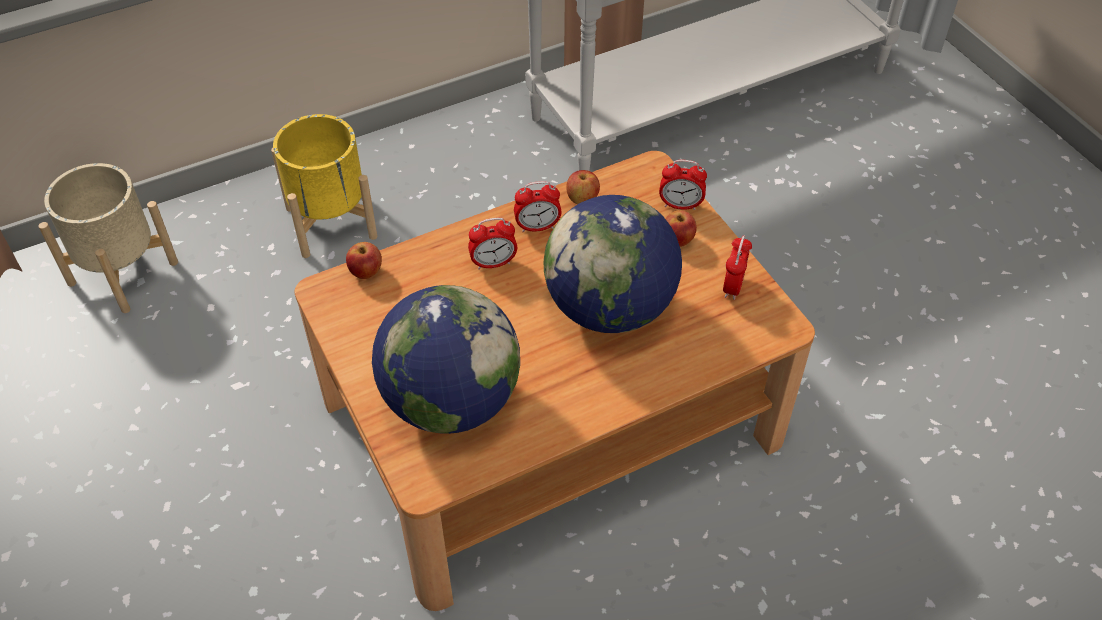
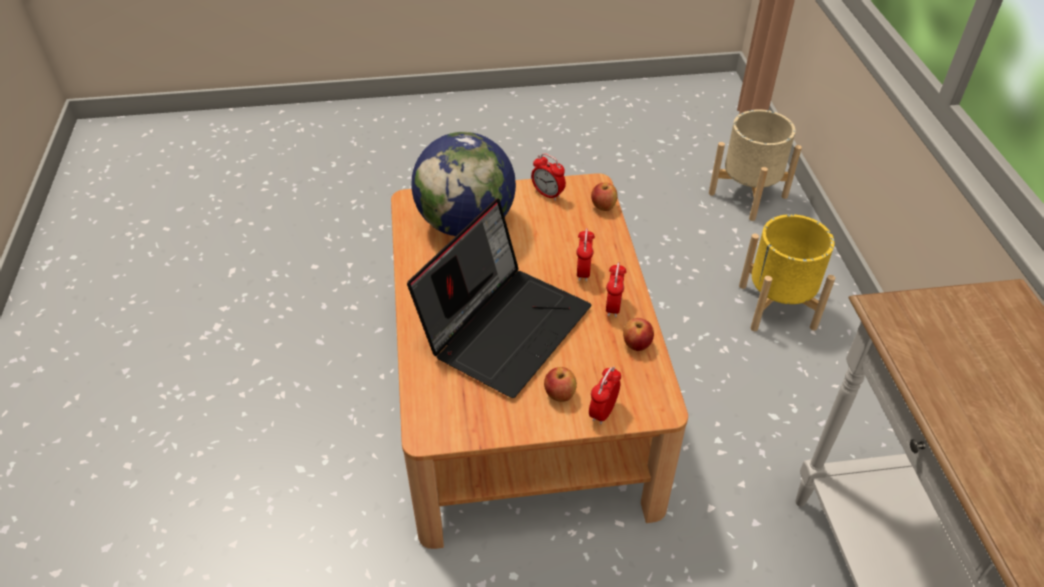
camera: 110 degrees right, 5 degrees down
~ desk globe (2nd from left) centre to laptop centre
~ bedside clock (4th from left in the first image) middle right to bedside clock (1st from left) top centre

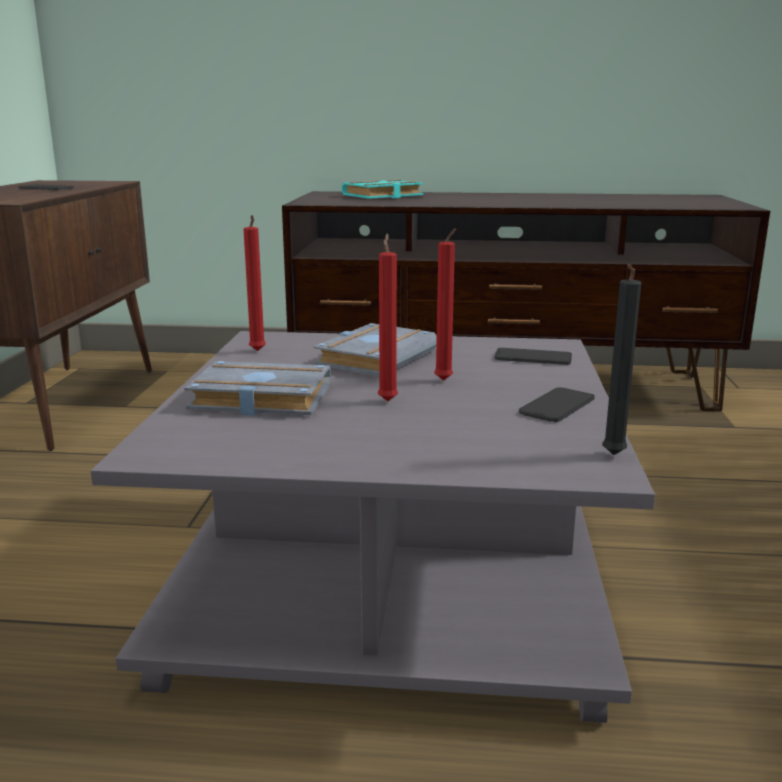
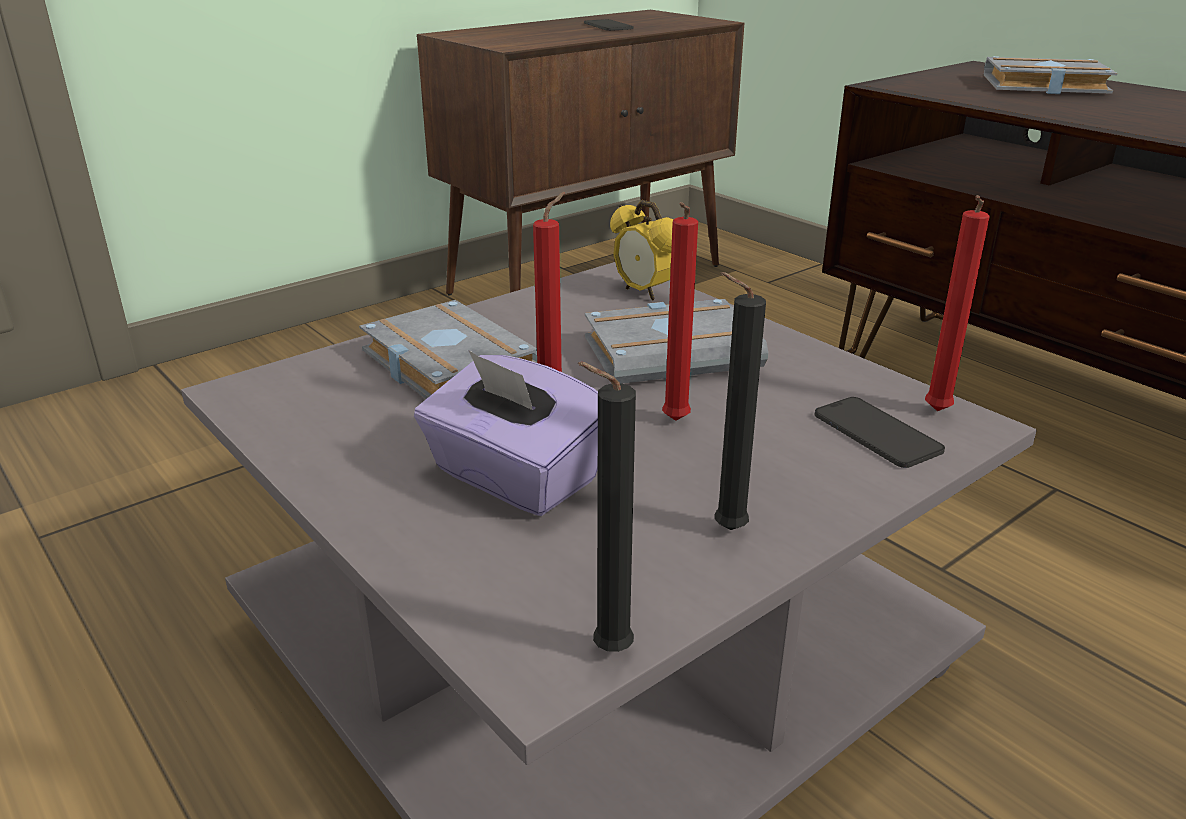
camera: 45 degrees right, 10 degrees up
+ tissue box (purple) centre
+ bedside clock top centre
~ telephone (3rd from left) middle right to wax light (black-coloured) (2nd from left) centre
~ wax light (red) (1st from left in the first image) middle left to wax light (red) (3rd from left) middle right
~ volume (blue-green) top centre to volume (gray) (3rd from left) top right

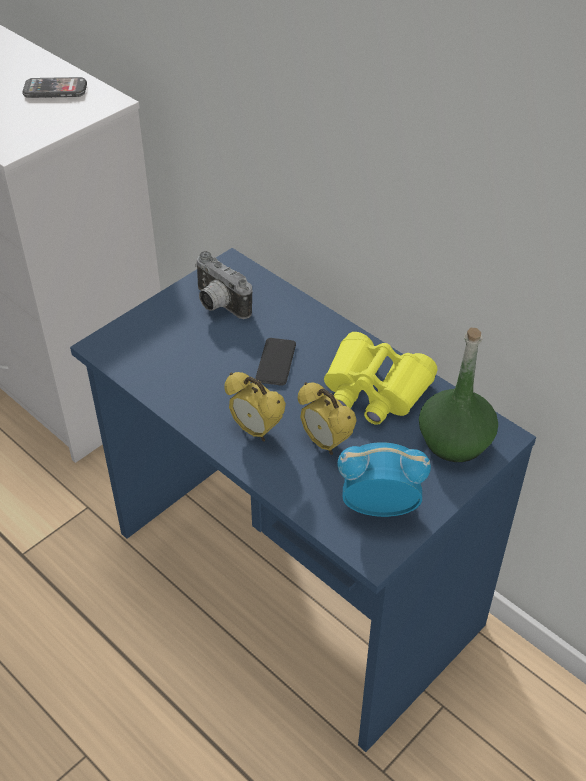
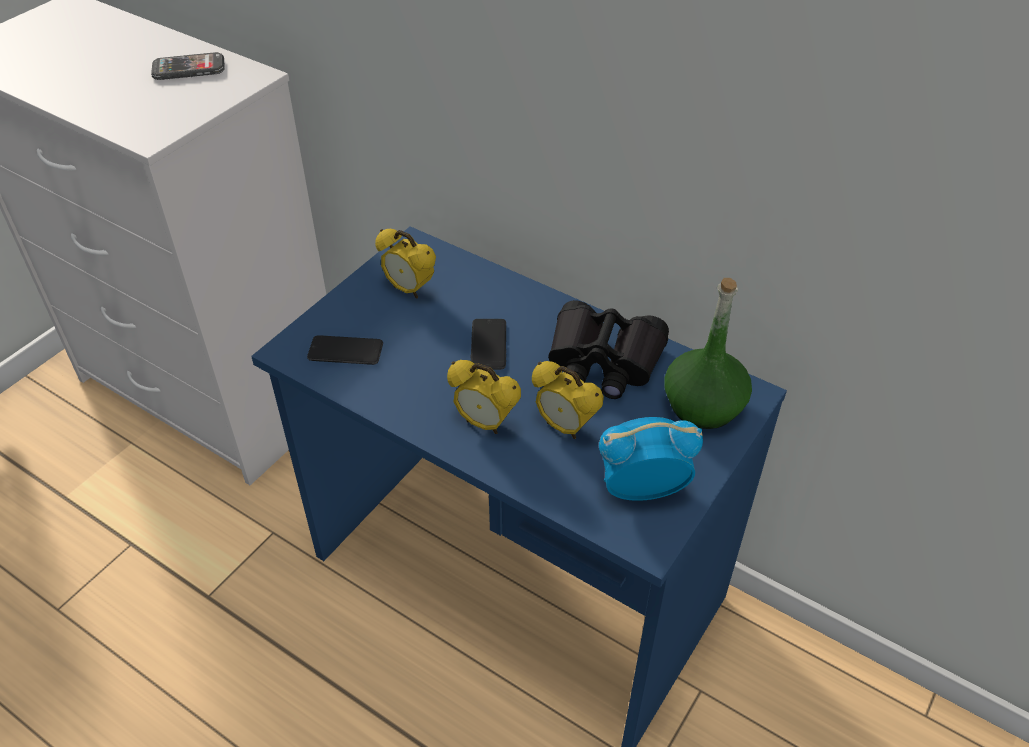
camera: 10 degrees left, 0 degrees up
+ telephone (2nd from left) centre
~ photo camera centre to bedside clock (1st from left) centre
~ field glasses (yellow-coloured) centre to field glasses (black-coloured) centre

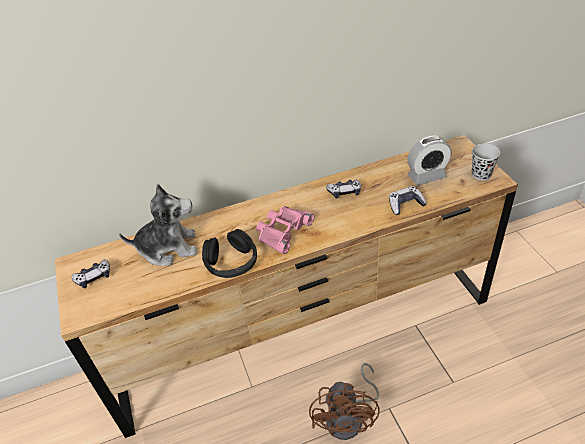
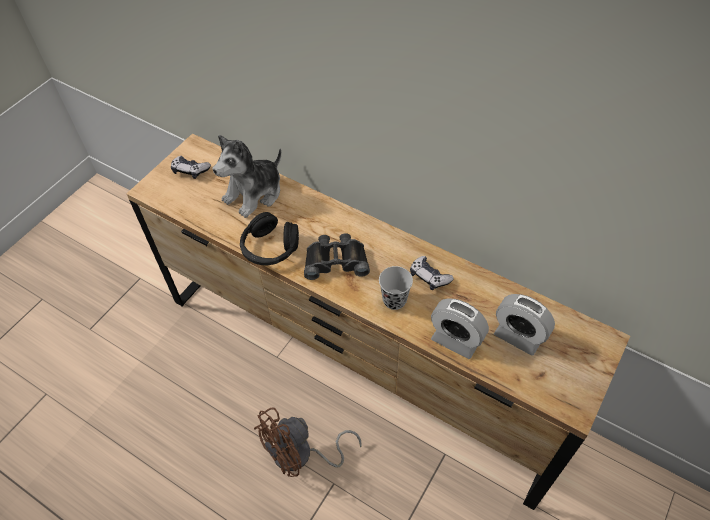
camera: 50 degrees right, 10 degrees up
~ soft toy middle left = centre 90 degrees clockwise
~ field glasses (pink) centre to field glasses (black-coloured) centre
~ cup (black-coloured) middle right to centre
~ joypad (3rd from left) middle right to bedside clock (1st from left) centre

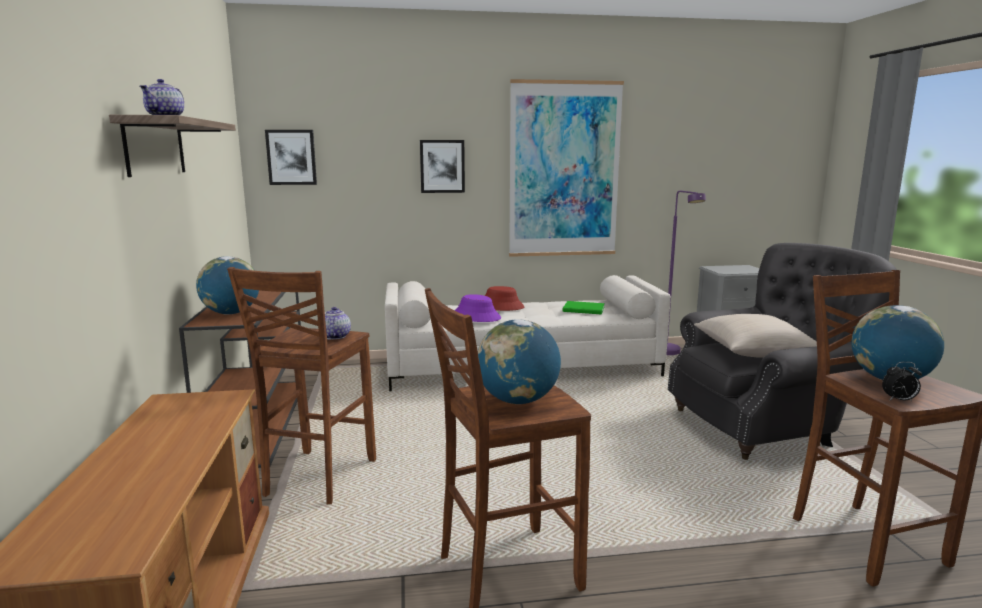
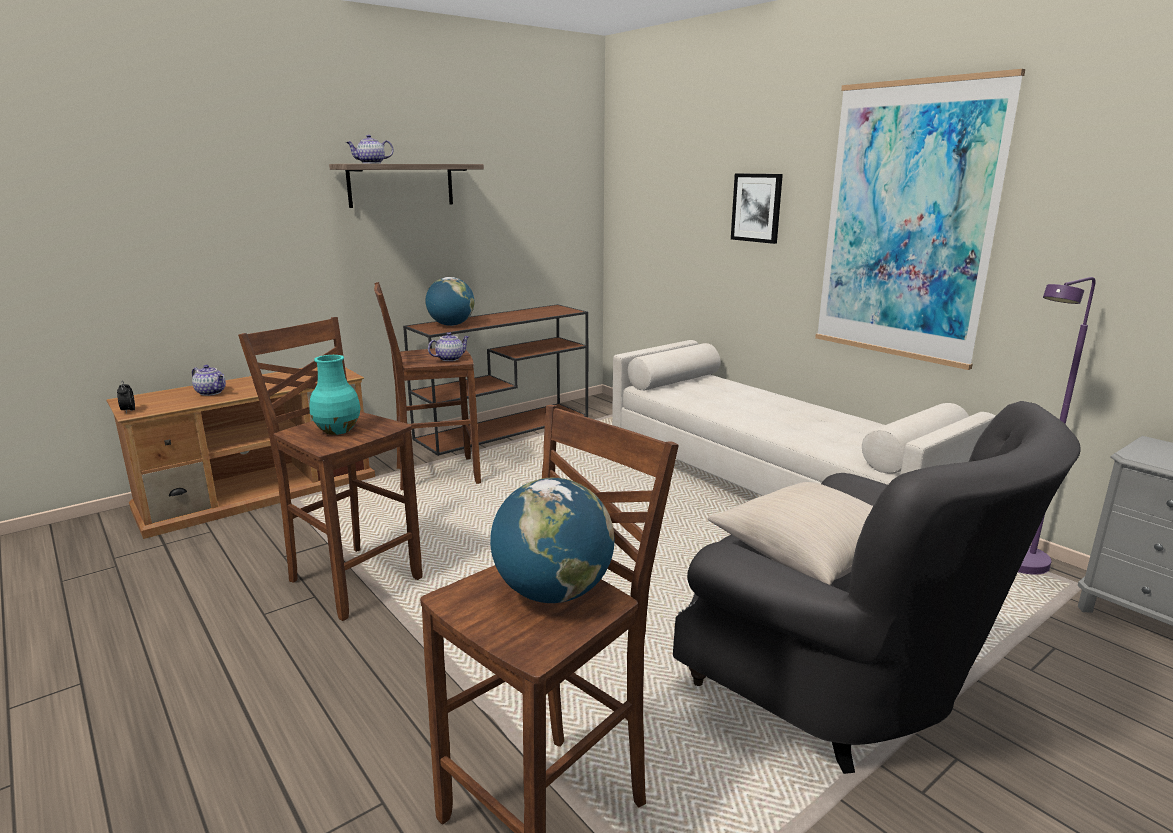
camera: 60 degrees right, 5 degrees up
~ bedside clock middle right to middle left
+ pot for tea (1st from left) middle left
~ desk globe (2nd from left) centre to vase (blue-green) middle left
- picture (1st from left) top left
- wearable hat (purple) centre
- wearable hat (red) centre
- volume (green-coloured) centre

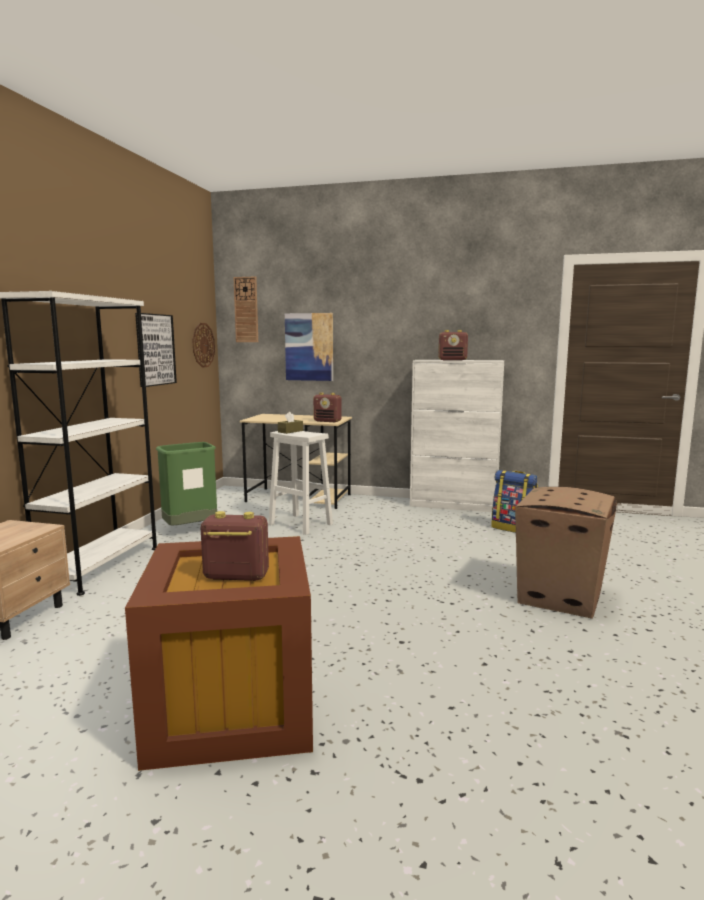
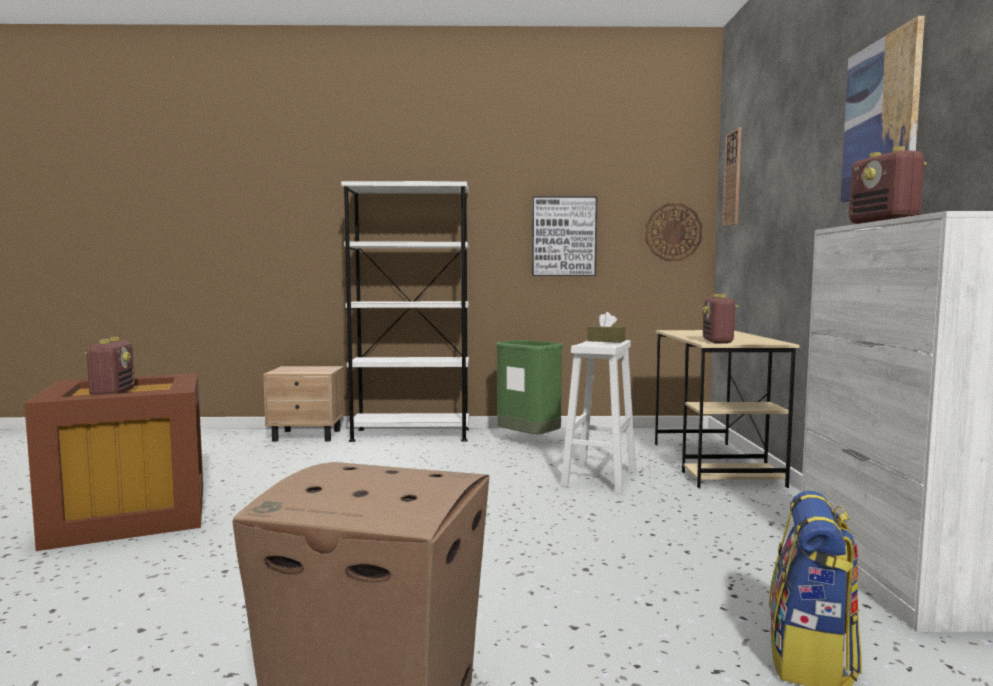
camera: 75 degrees right, 5 degrees down
~ picture (2nd from left) centre to top right

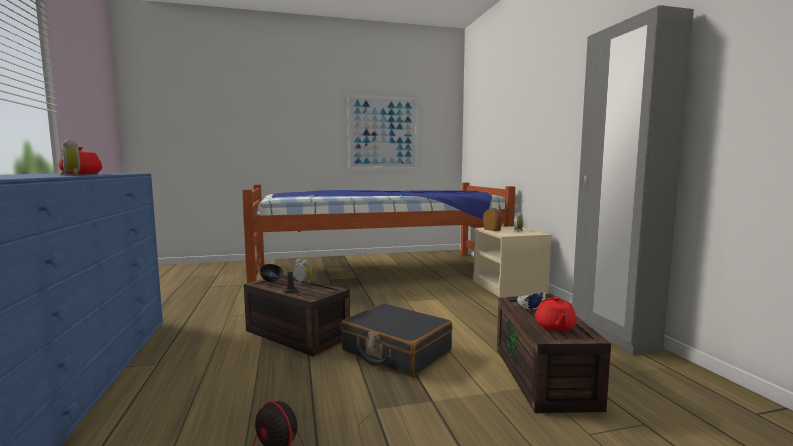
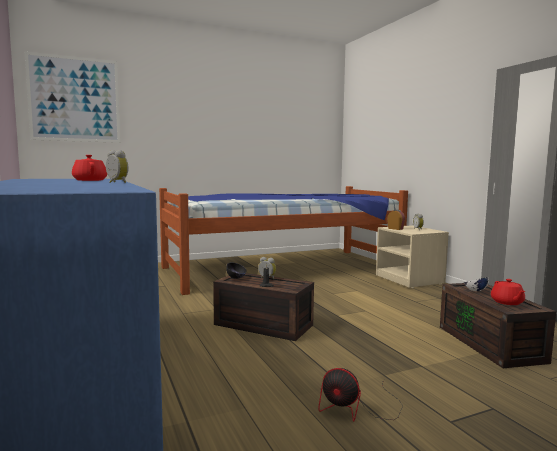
camera: 10 degrees left, 0 degrees up
~ picture top centre to top left
- suitcase (black-coloured) bottom centre

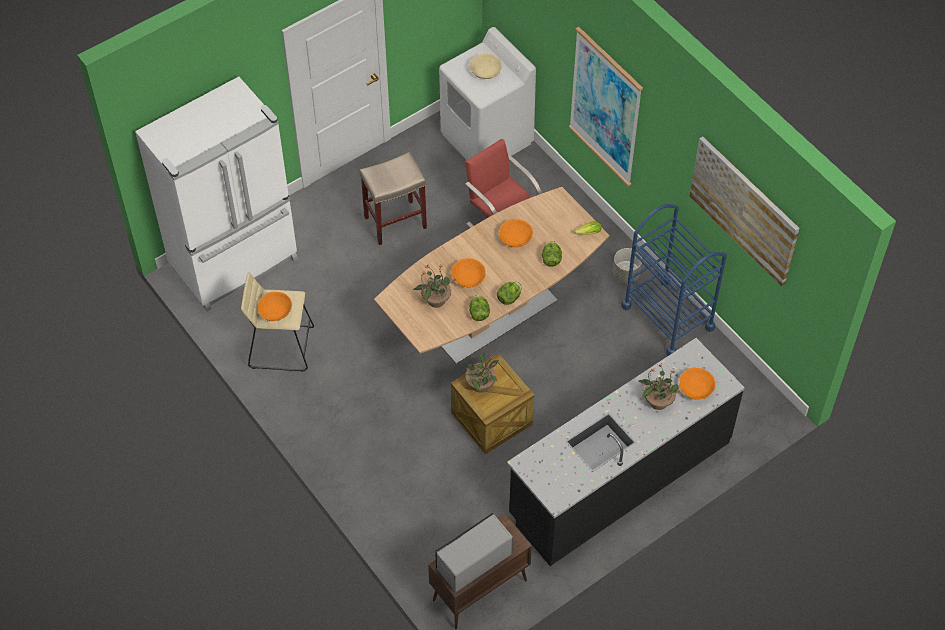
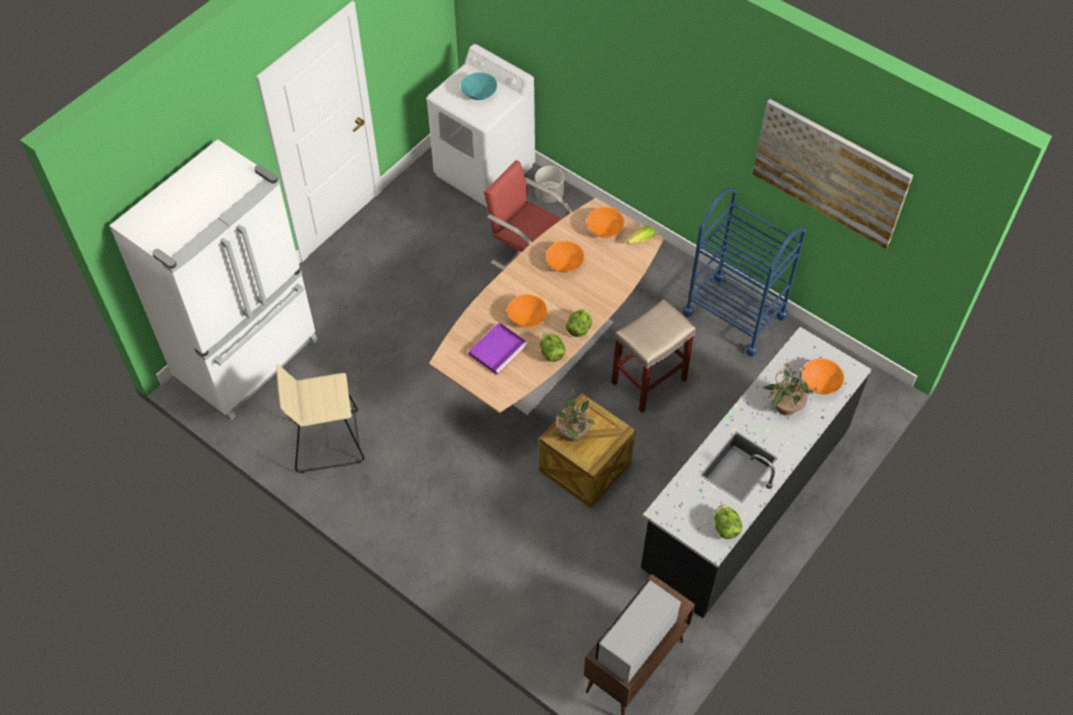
camera: 15 degrees left, 0 degrees up
~ serving bowl (sand-coloured) top centre to serving bowl (blue-green) top centre
~ houseplant (1st from left) centre to serving tray (purple) centre
~ plant pot (gray) centre to top centre
~ serving bowl (orange) (1st from left in the first image) middle left to serving bowl (orange) (3rd from left) top centre
~ stool seat (sand-coloured) (2nd from left) top centre to centre
~ lettuce (3rd from left in the first image) centre to lettuce (4th from left) bottom right
- picture (1st from left) top centre

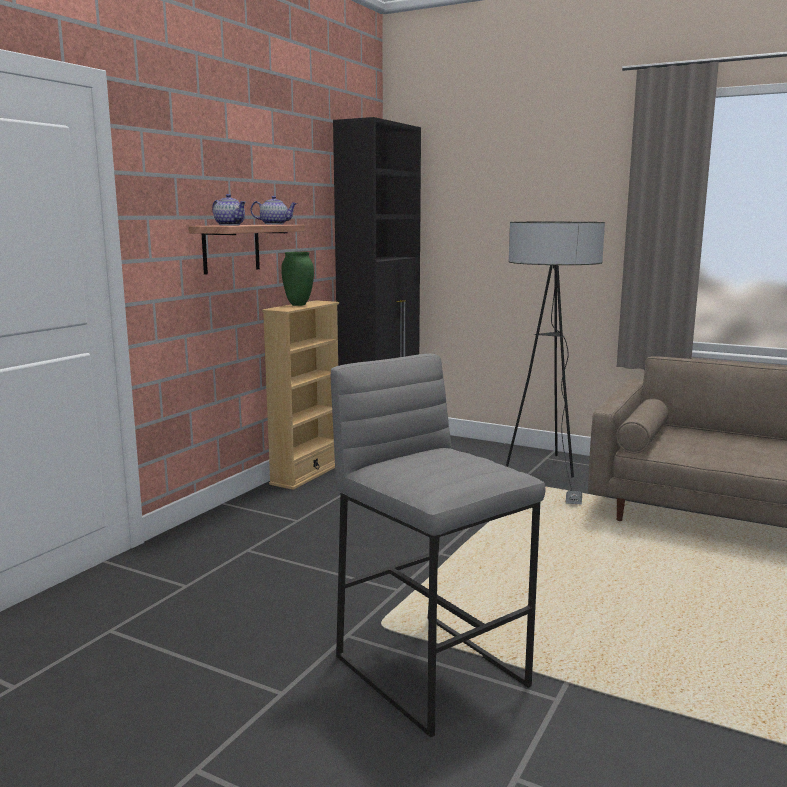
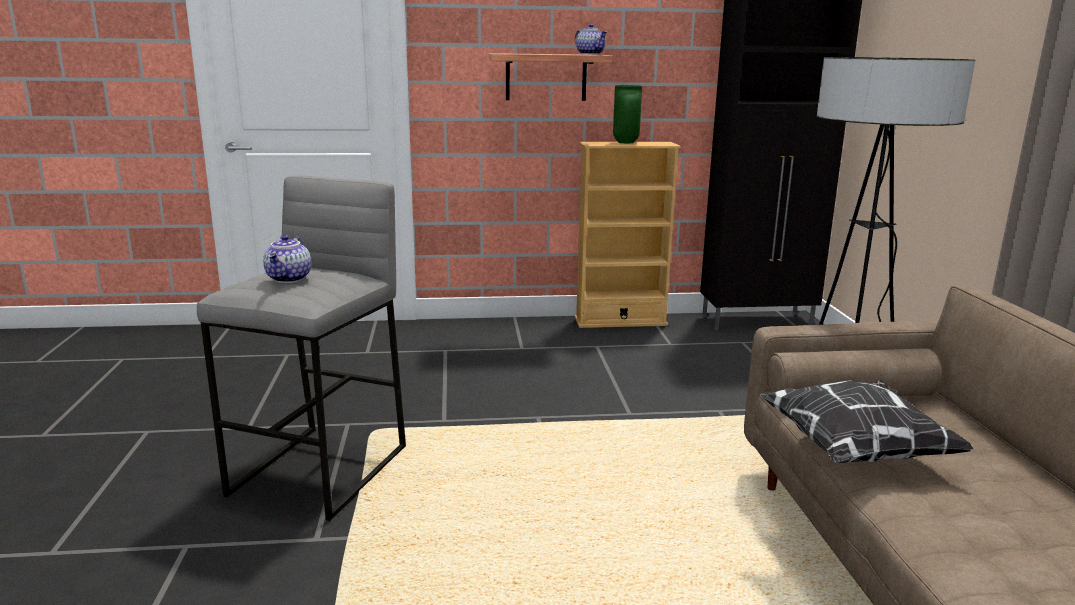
camera: 55 degrees right, 5 degrees up
~ pot for tea (1st from left) top left to middle left
+ pillow bottom right

